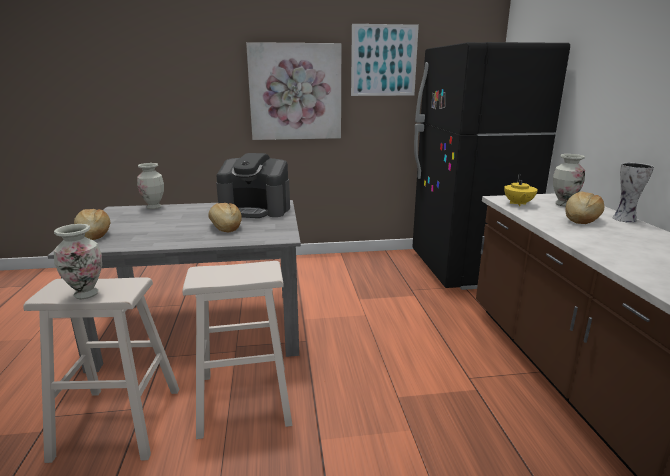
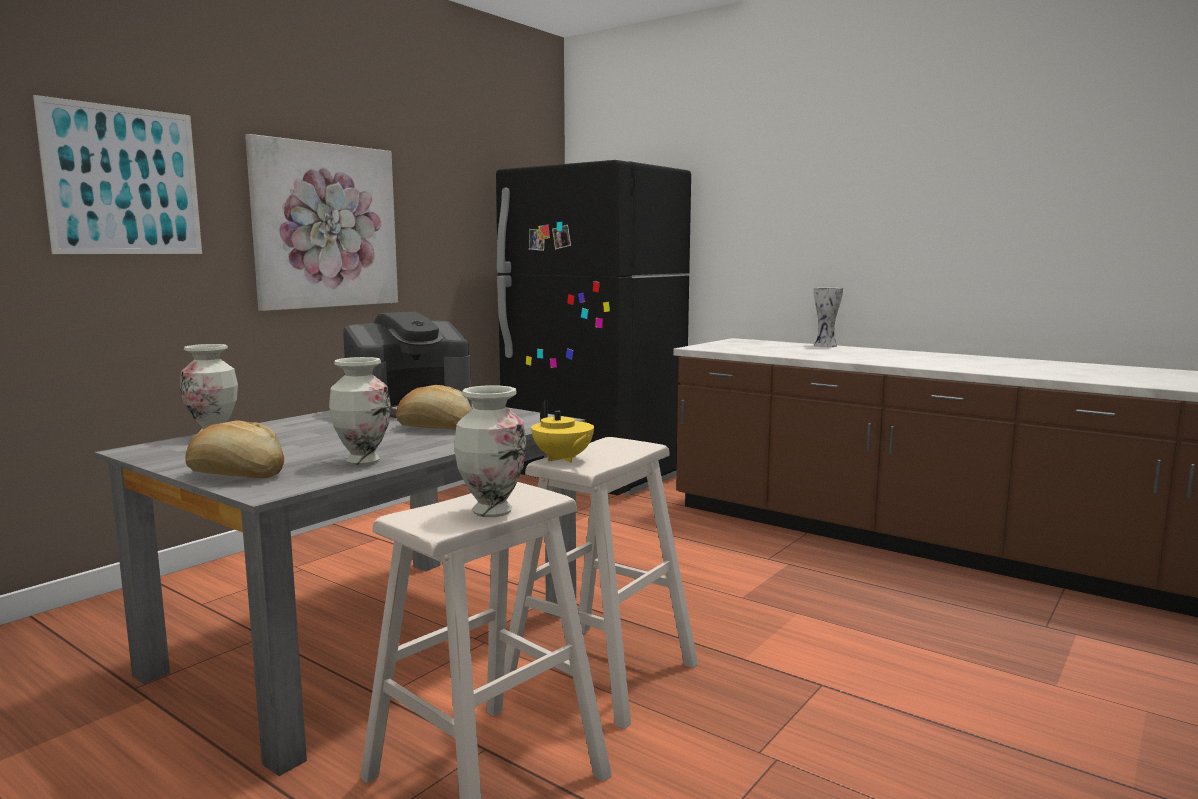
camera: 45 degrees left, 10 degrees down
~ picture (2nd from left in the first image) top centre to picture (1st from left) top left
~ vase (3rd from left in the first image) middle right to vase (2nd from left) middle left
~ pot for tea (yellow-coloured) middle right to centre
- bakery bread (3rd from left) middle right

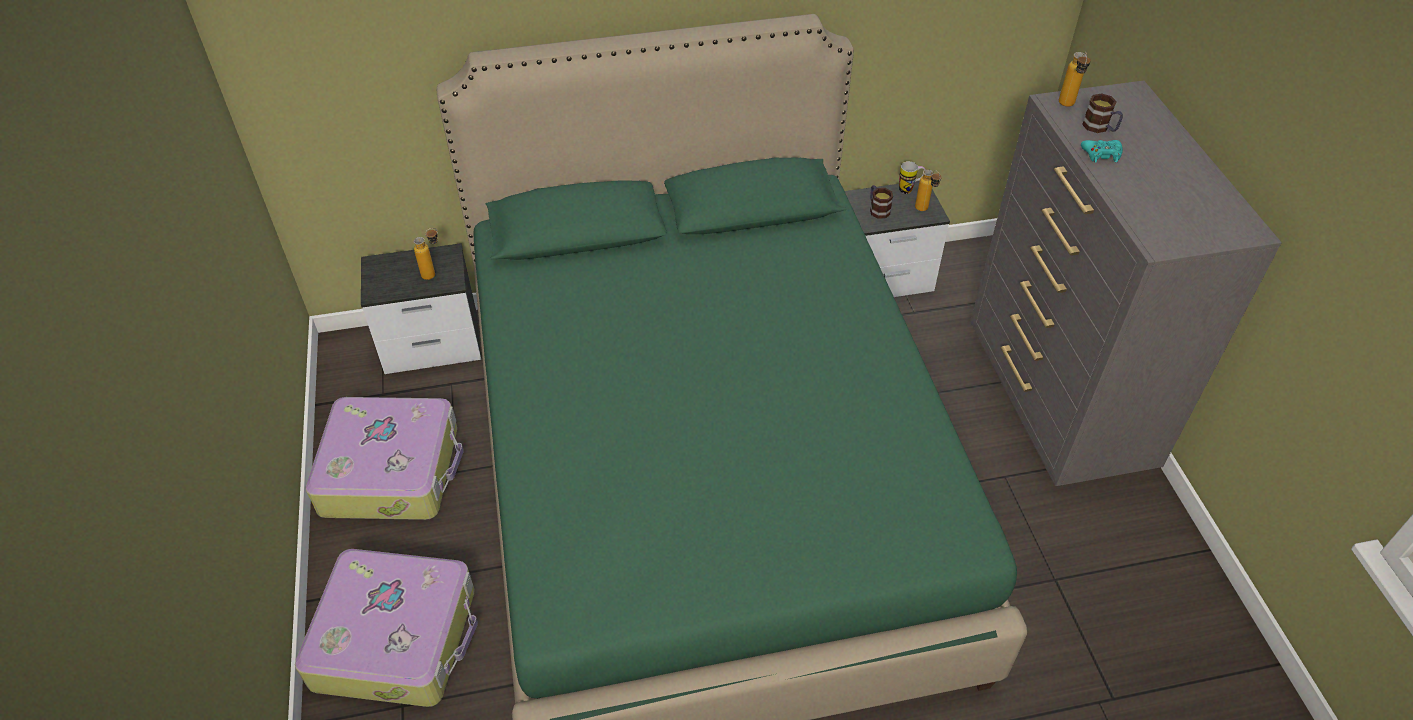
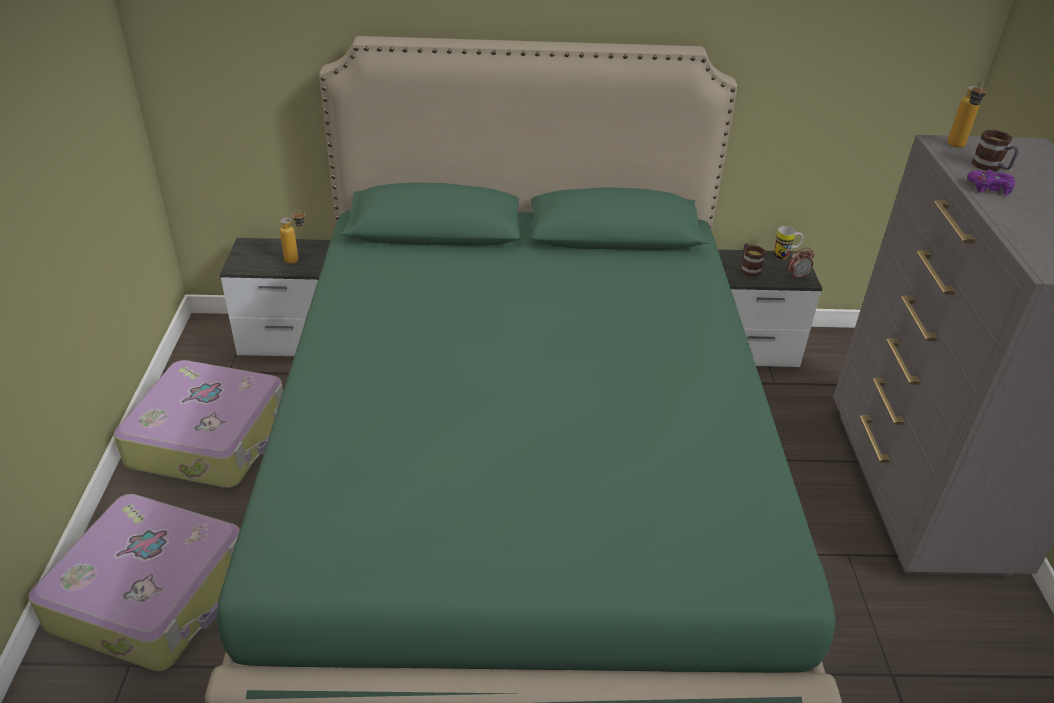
camera: 10 degrees right, 10 degrees down
~ drink bottle (2nd from left) top centre to bedside clock middle right
~ joypad (blue-green) top right to joypad (purple) top right

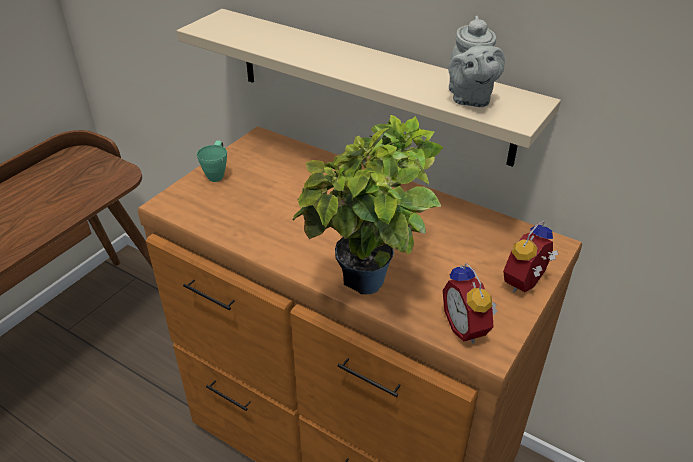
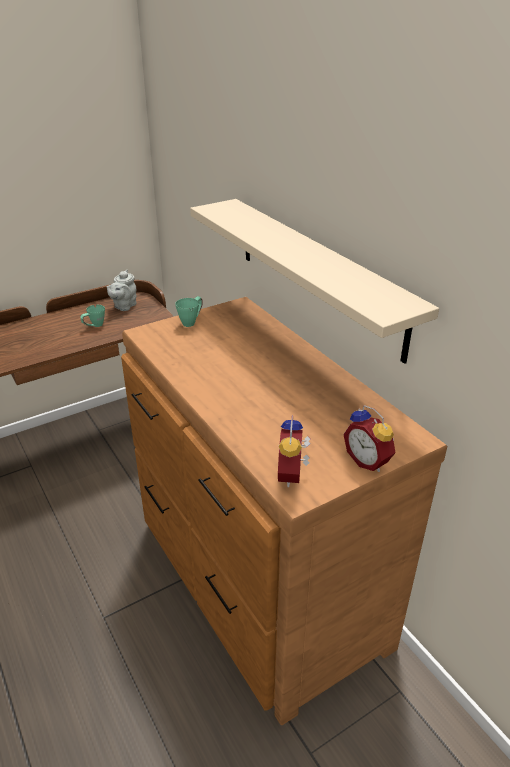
camera: 25 degrees right, 5 degrees down
+ coffee mug (green-coloured) (1st from left) middle left
~ pot for tea (gray) top right to middle left
~ bedside clock (2nd from left) middle right = middle right 105 degrees counterclockwise
- houseplant centre

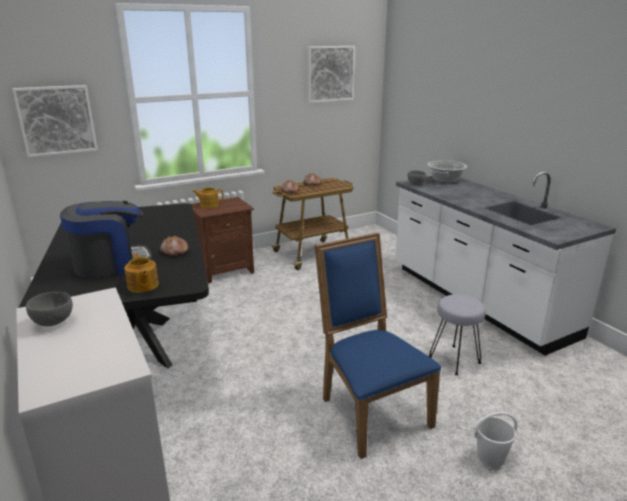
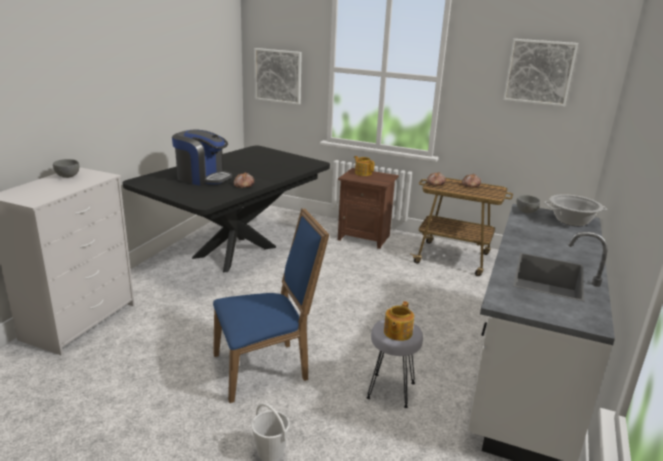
camera: 50 degrees right, 0 degrees up
~ plain chair (bluish) bottom centre = centre 45 degrees clockwise
~ pot for tea (1st from left in the first image) middle left to pot for tea (2nd from left) bottom centre

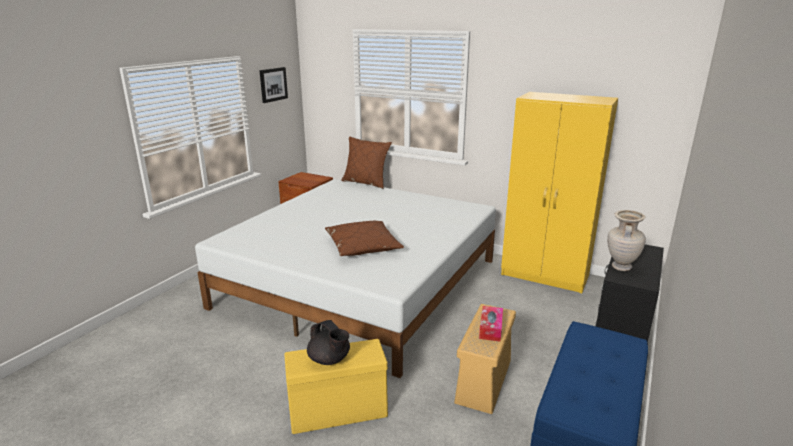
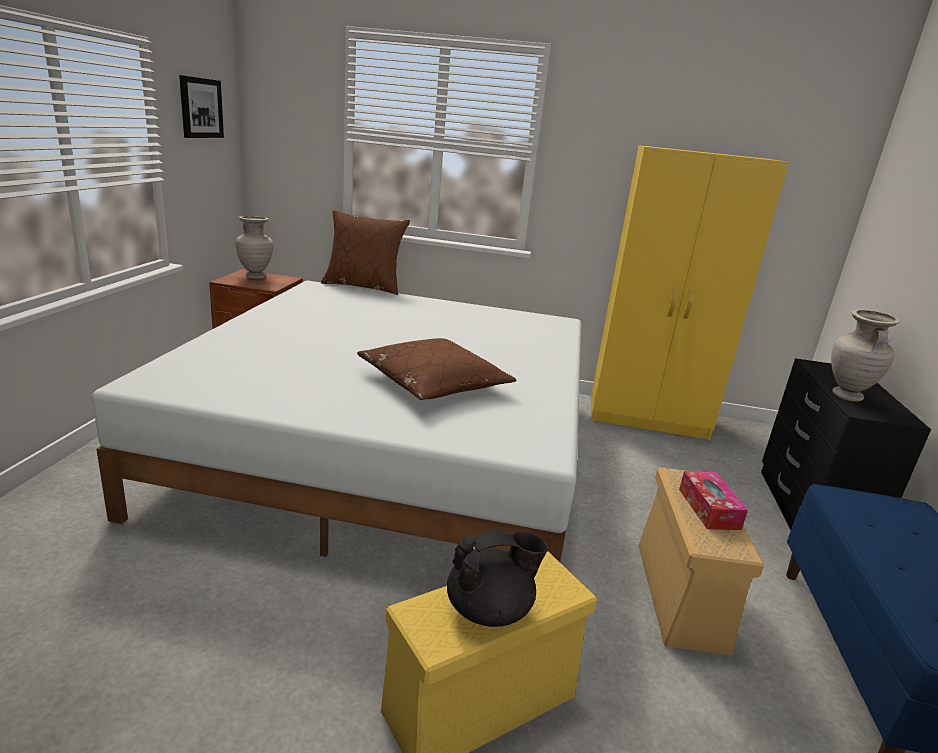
camera: 20 degrees left, 0 degrees up
+ vase (sand-coloured) (1st from left) top left
~ pot for tea (black-coloured) bottom centre = bottom centre 45 degrees counterclockwise

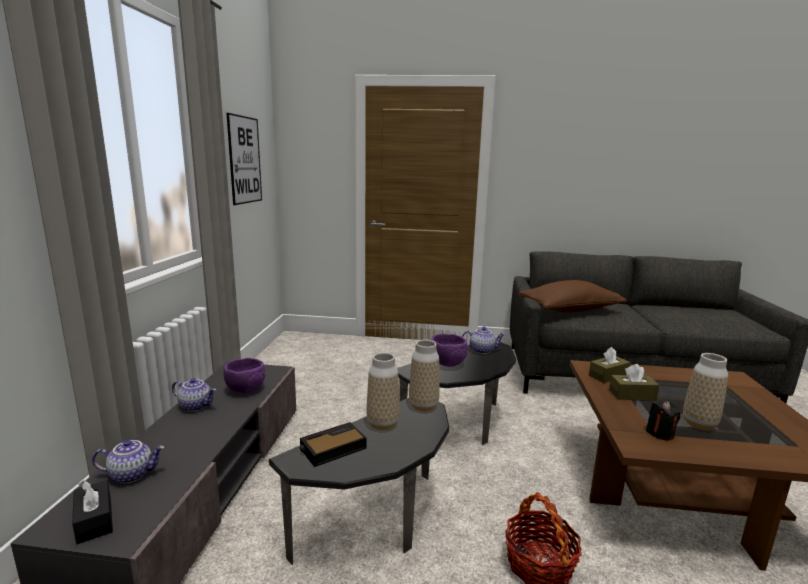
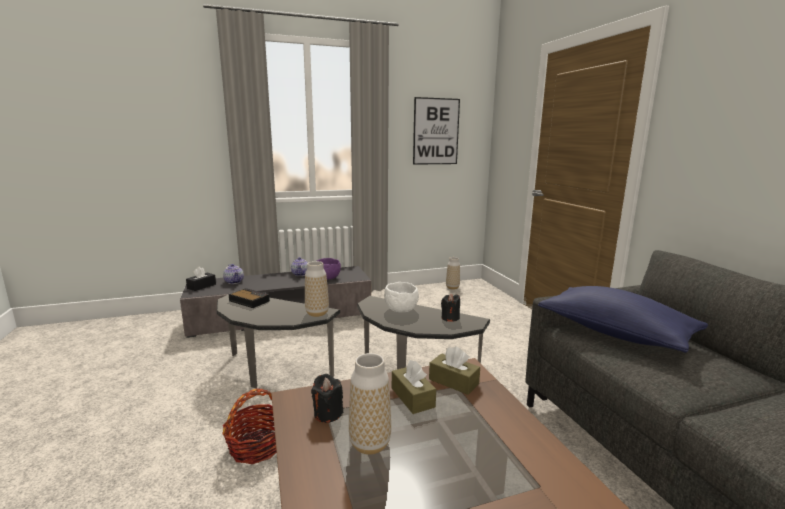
camera: 65 degrees right, 0 degrees up
~ serving bowl (purple) (2nd from left) centre to serving bowl (whitish) centre
~ pot for tea (3rd from left) centre to wax light (black-coloured) (2nd from left) centre
~ vase (1st from left in the first image) bottom centre to vase (3rd from left) centre
~ pillow (brown-coloured) middle right to pillow (bluish) middle right

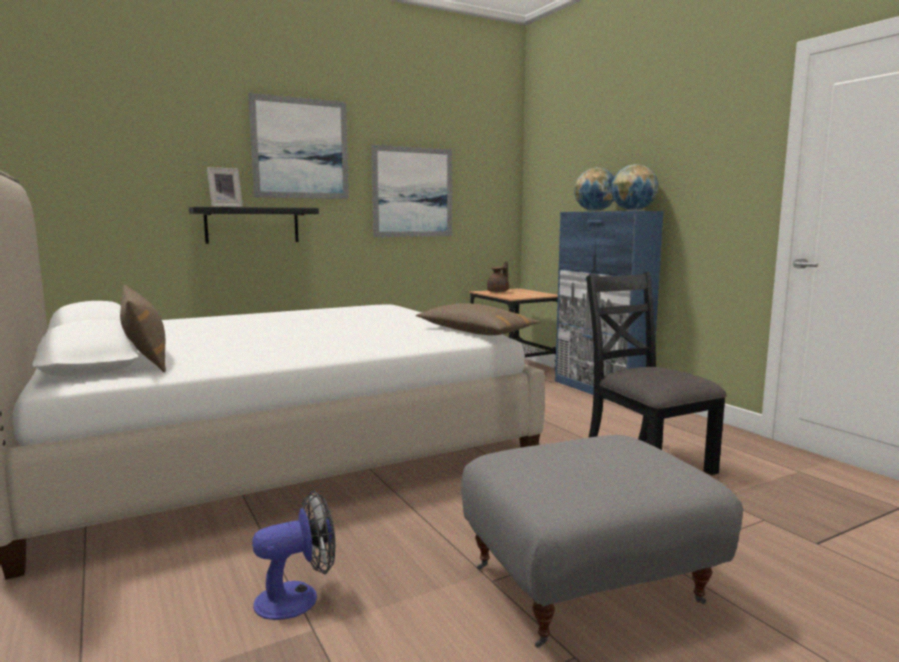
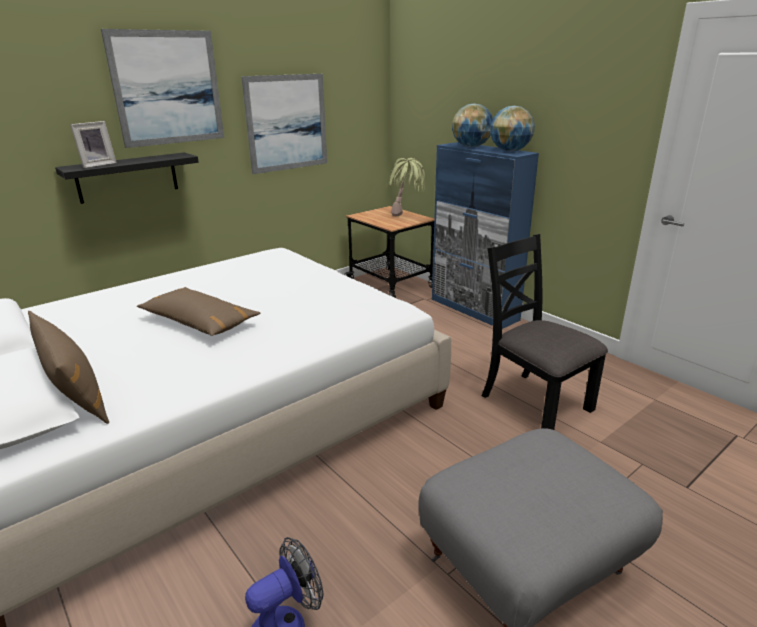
camera: 10 degrees left, 15 degrees up
~ pillow (brown-coloured) (2nd from left) centre to middle left
+ houseplant top centre
- pot for tea (brown-coloured) centre

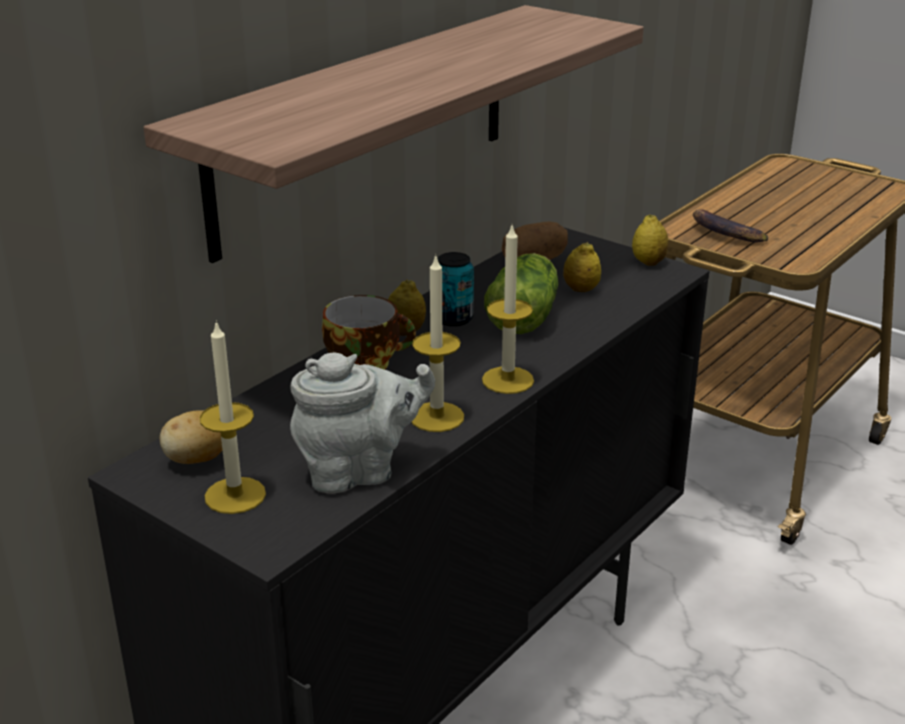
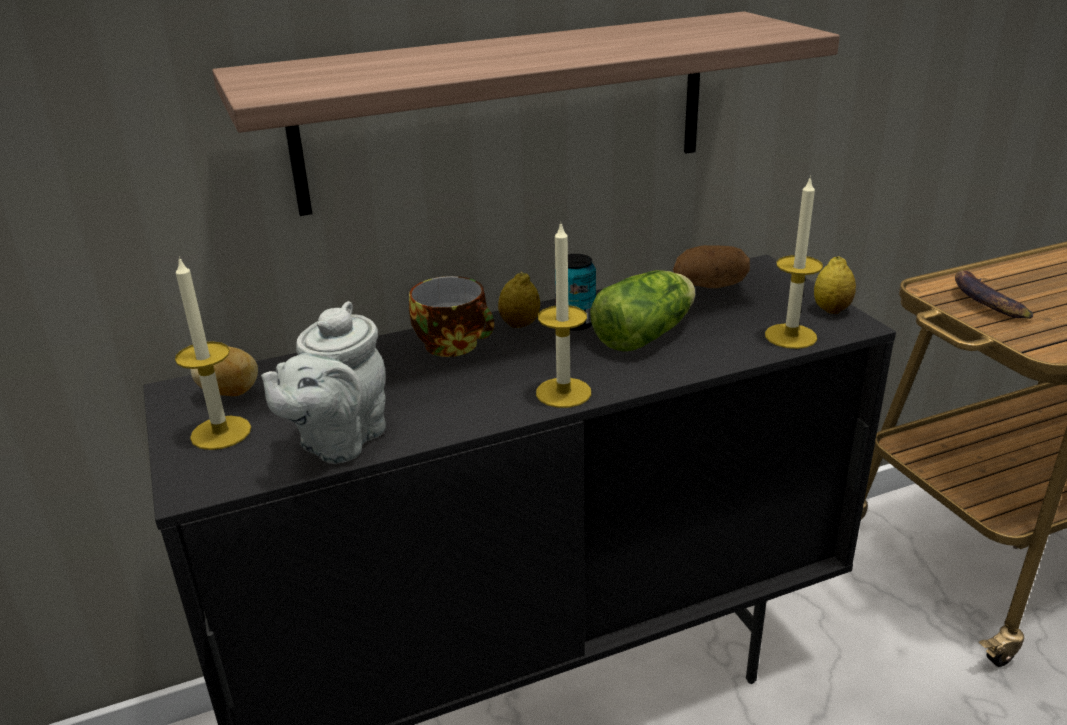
camera: 30 degrees right, 0 degrees up
~ pot for tea (gray) centre = middle left 105 degrees clockwise
~ wax light (2nd from left in the first image) centre to wax light (3rd from left) middle right
- lemon (2nd from left) centre

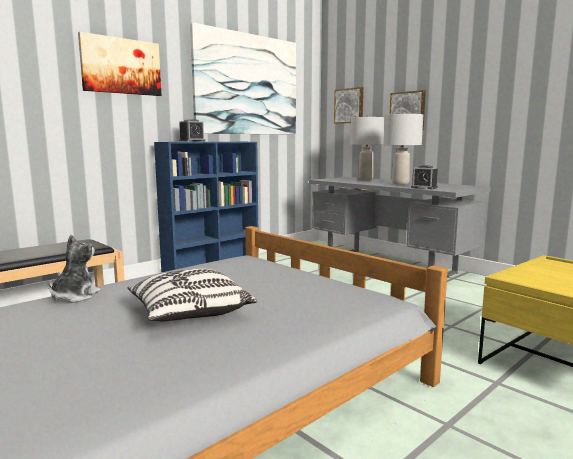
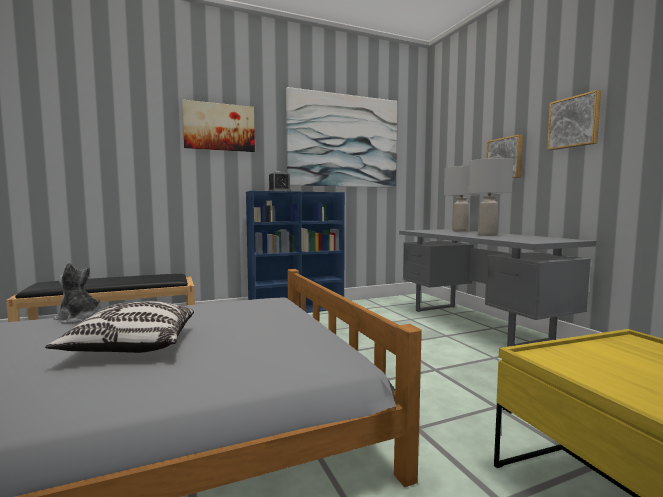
camera: 20 degrees right, 5 degrees down
~ soft toy middle left = middle left 105 degrees counterclockwise
~ picture (3rd from left in the first image) top centre to picture (4th from left) top right
- bedside clock (2nd from left) middle right

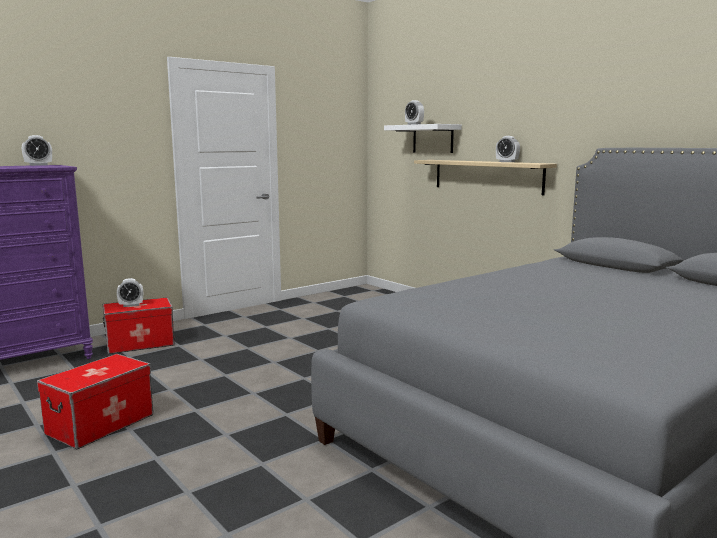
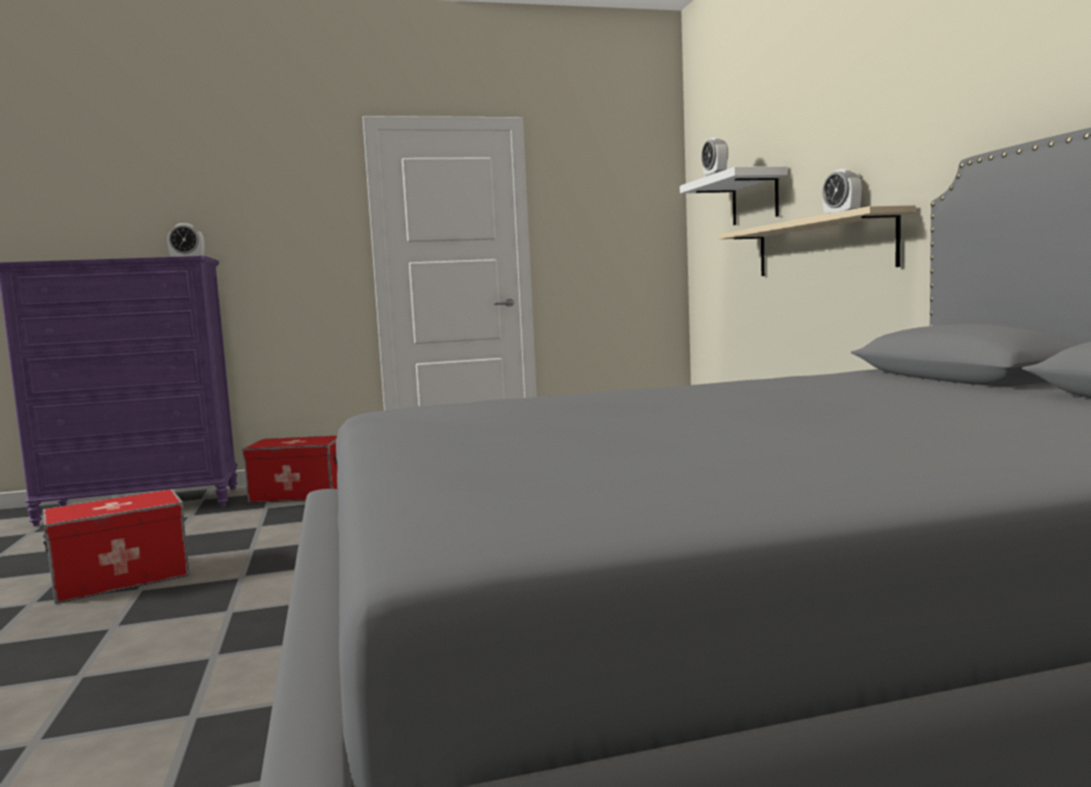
camera: 25 degrees right, 5 degrees down
- bedside clock (2nd from left) middle left

